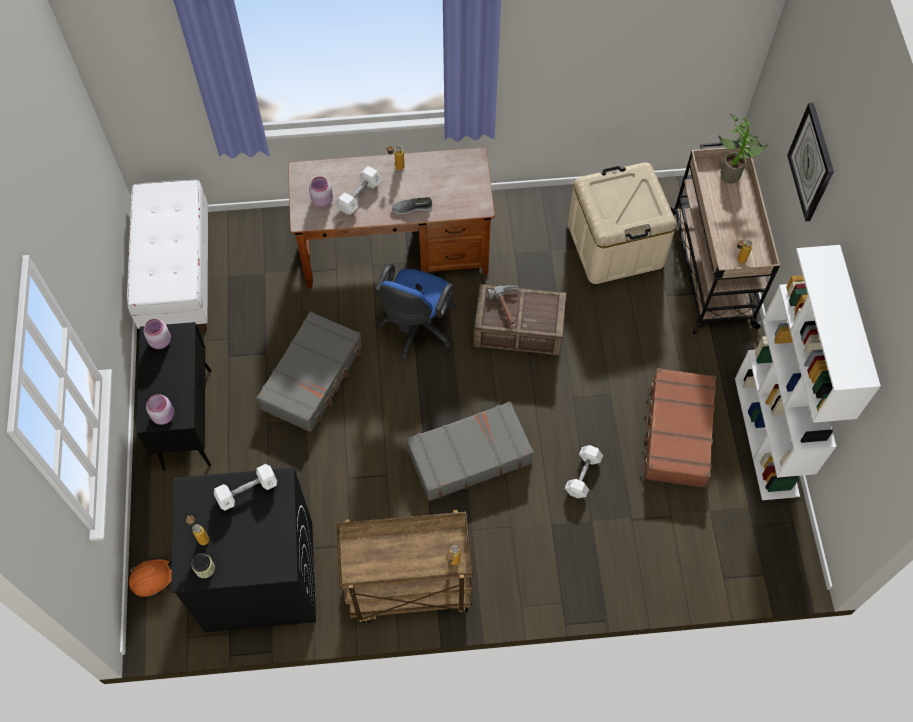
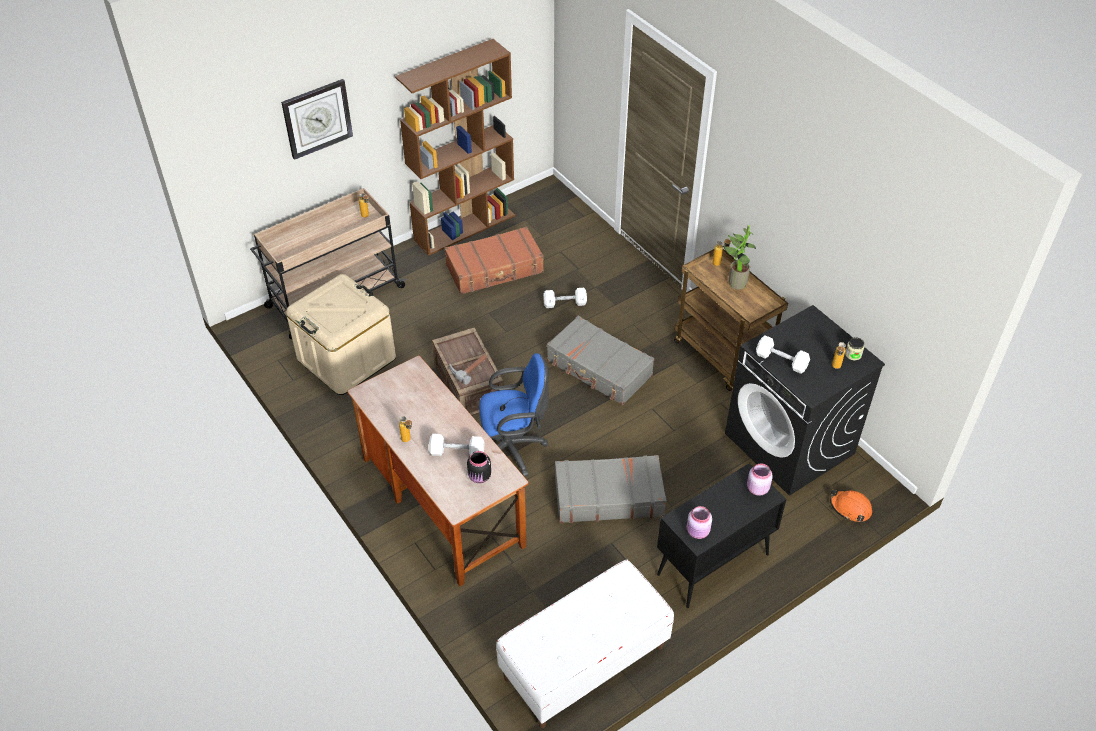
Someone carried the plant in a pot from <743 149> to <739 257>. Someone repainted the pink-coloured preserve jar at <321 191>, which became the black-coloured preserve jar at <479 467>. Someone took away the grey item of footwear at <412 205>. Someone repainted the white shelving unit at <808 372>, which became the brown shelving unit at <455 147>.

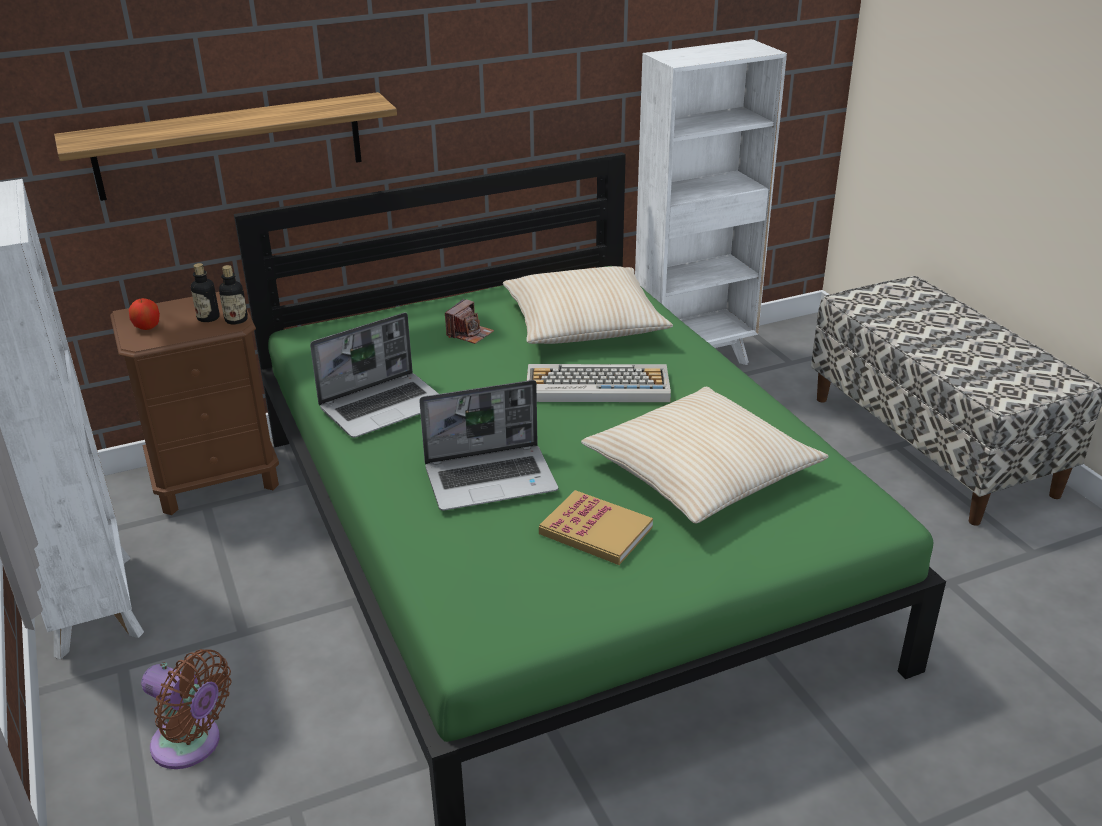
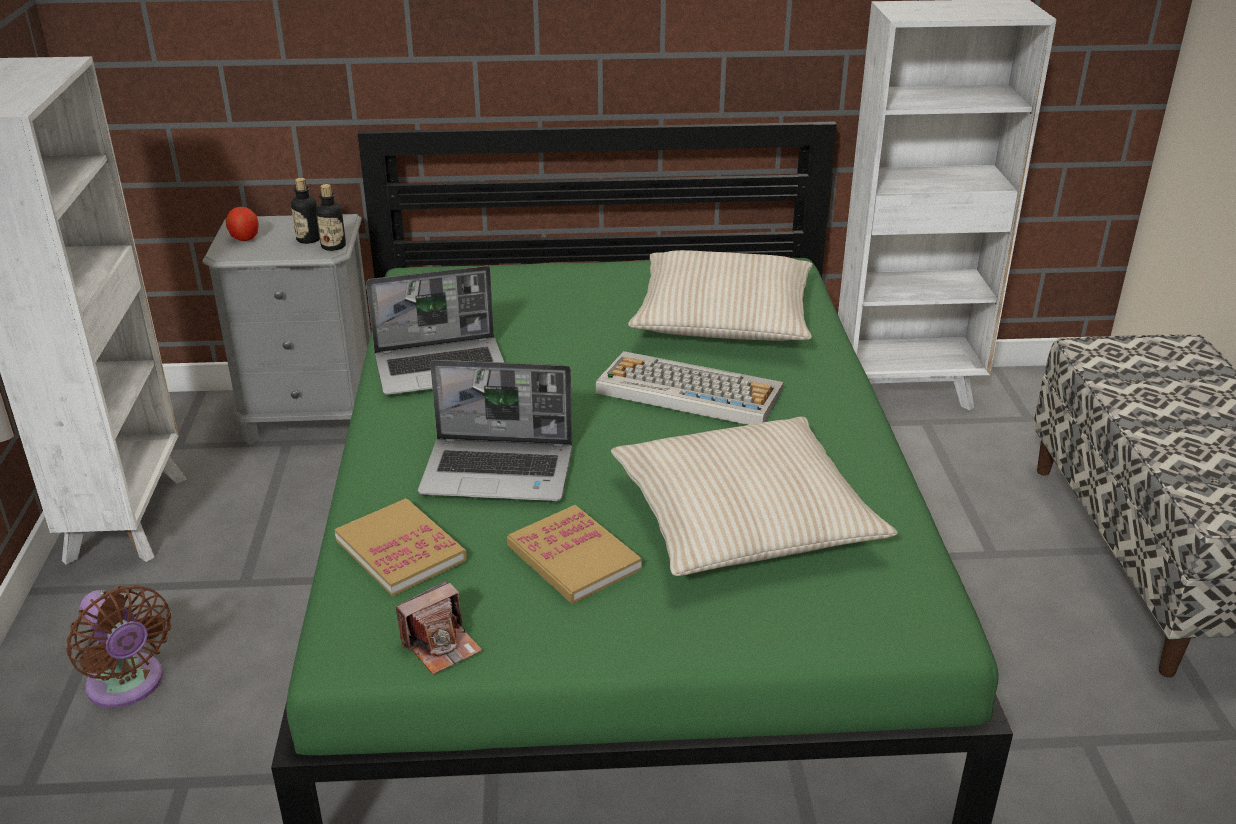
Someone took away the wall shelf at <225 146>. Someone repainted the brown night table at <194 403>, which became the grey night table at <286 329>. Someone carried the photo camera from <469 321> to <439 627>. Someone put down the bound book at <400 547>.

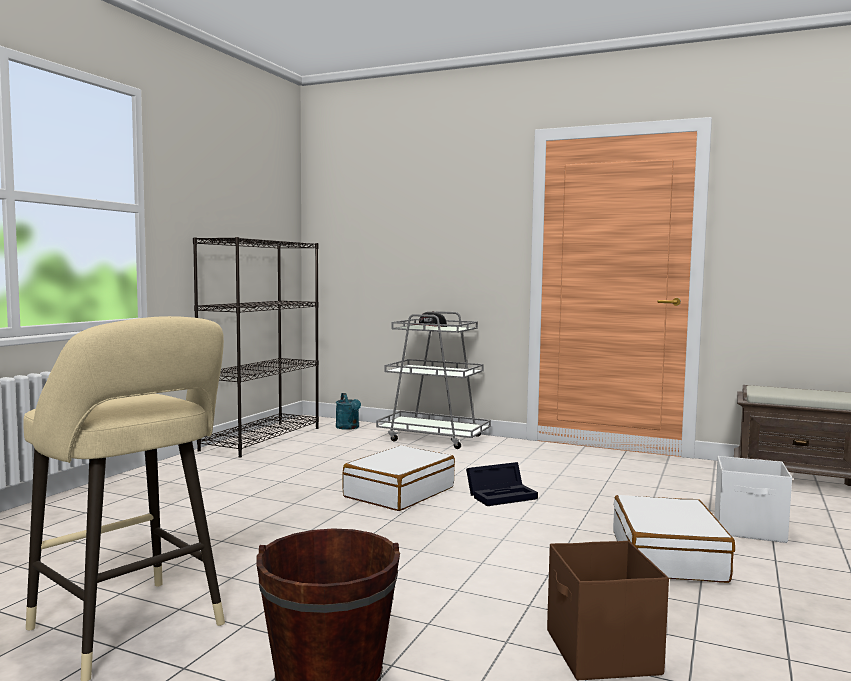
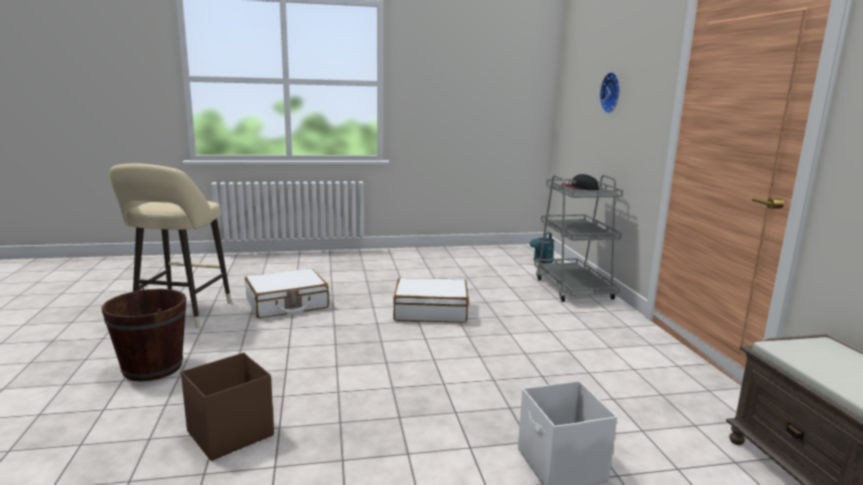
Someone took away the black-coloured shelving unit at <256 347>. Someone took away the black-coloured storage box at <502 484>. Someone carried the white piece of luggage from <674 539> to <287 293>. Someone put up the hanging clock at <610 92>.

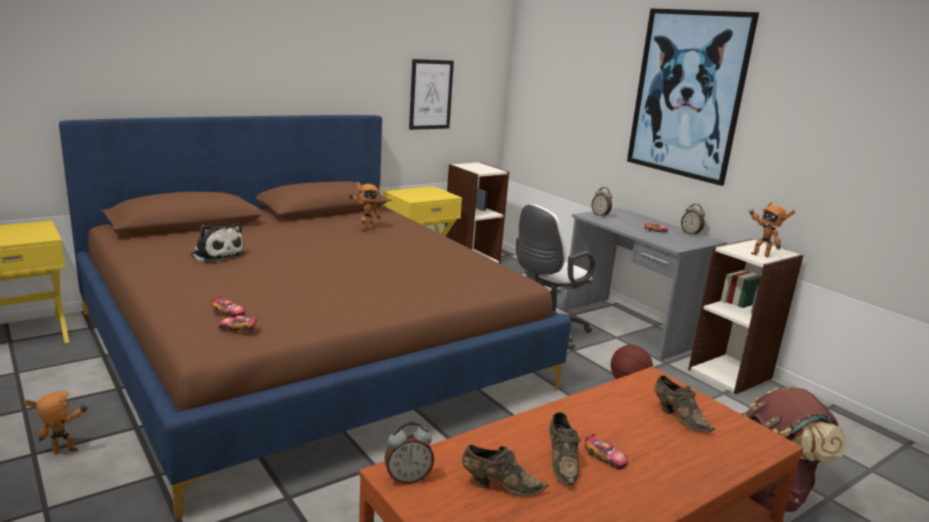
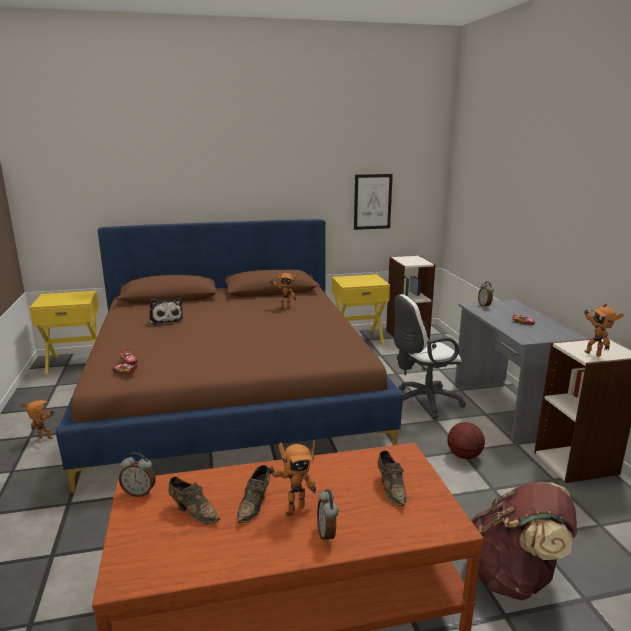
Someone took away the wall art at <693 97>. Someone carried the table clock from <693 220> to <328 516>. Someone swapped the miniature car at <606 451> for the robot figure at <291 478>.

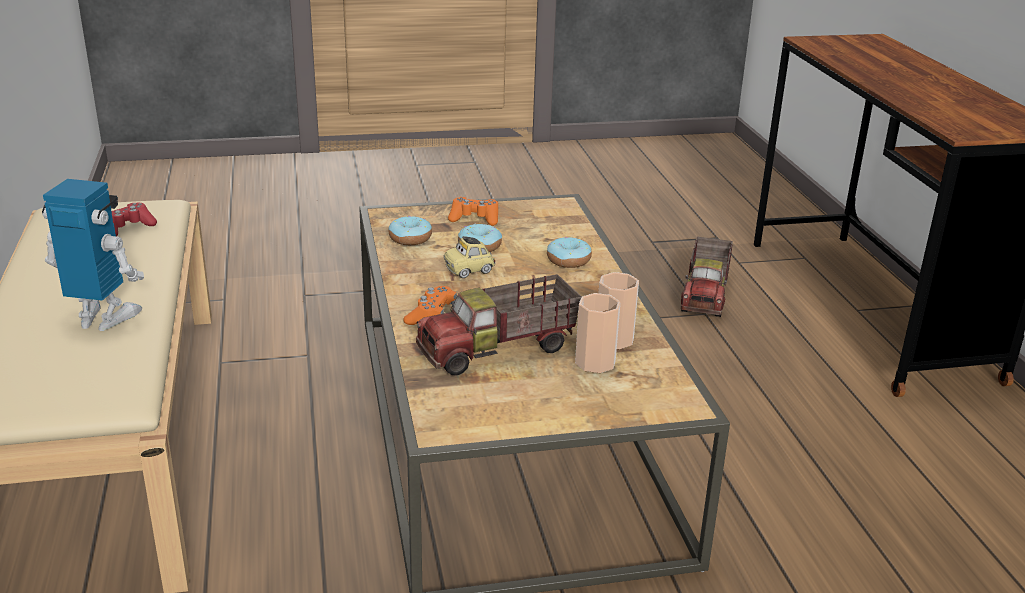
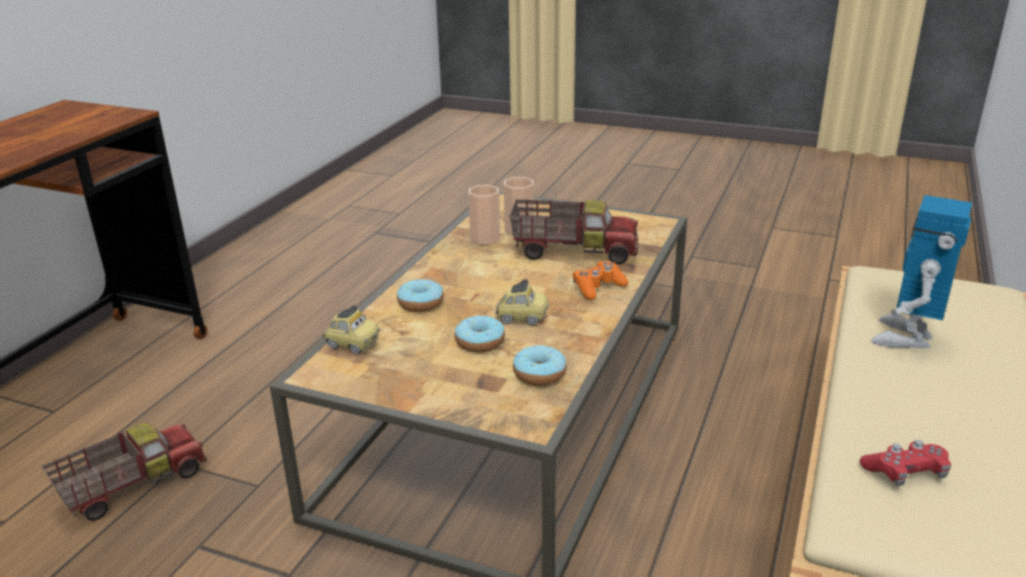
Someone rotated the robot figure at <93 255> by 75 degrees clockwise. Someone took away the orange-coloured joypad at <473 211>. Someone put down the miniature car at <351 329>.

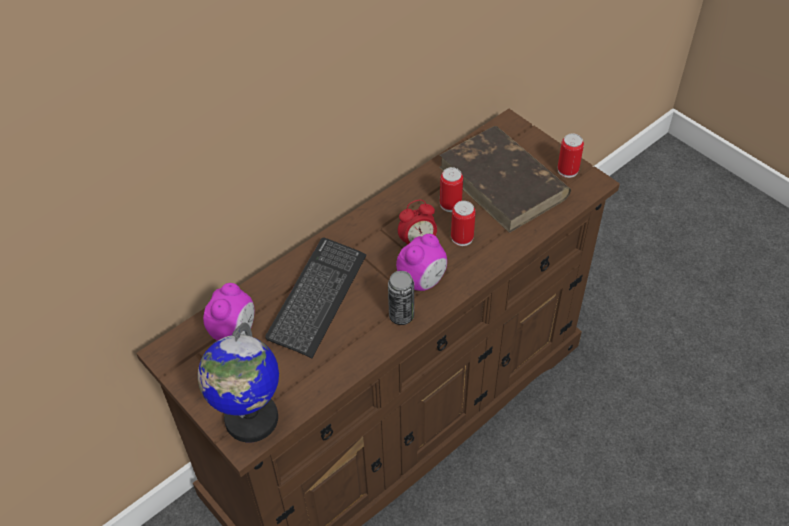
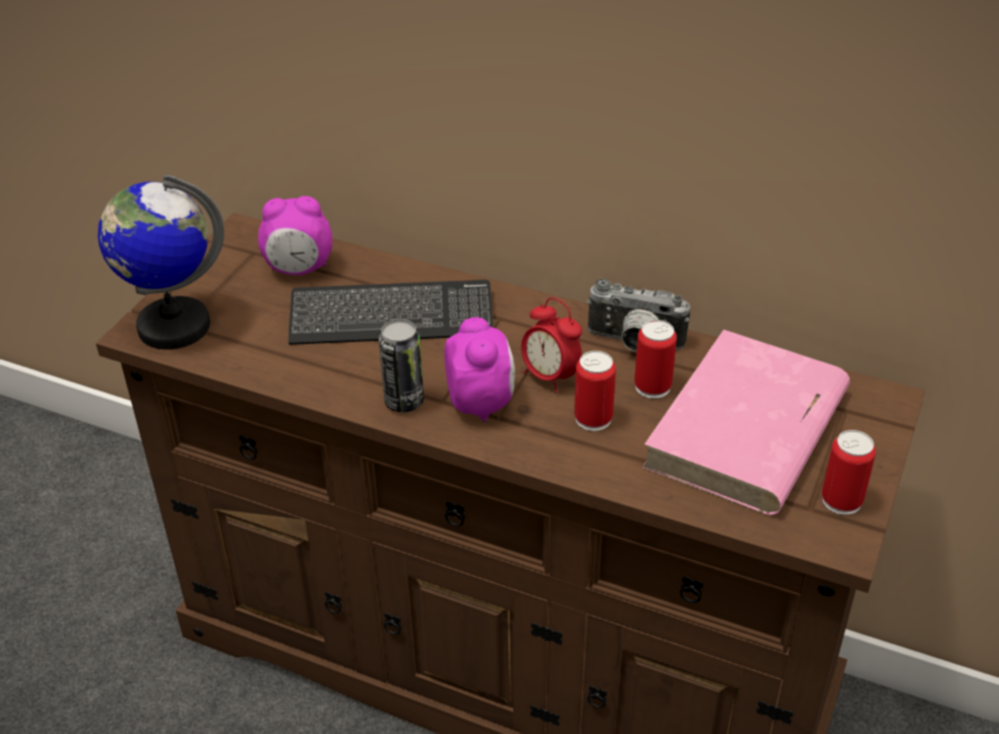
Someone repainted the brown bound book at <505 179>, which became the pink-coloured bound book at <746 422>. Someone rotated the table clock at <421 262> by 120 degrees counterclockwise. Someone put down the photo camera at <638 315>.

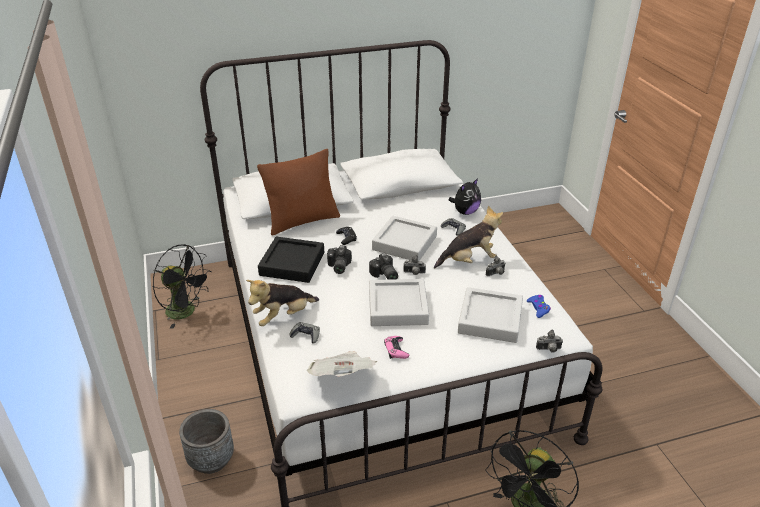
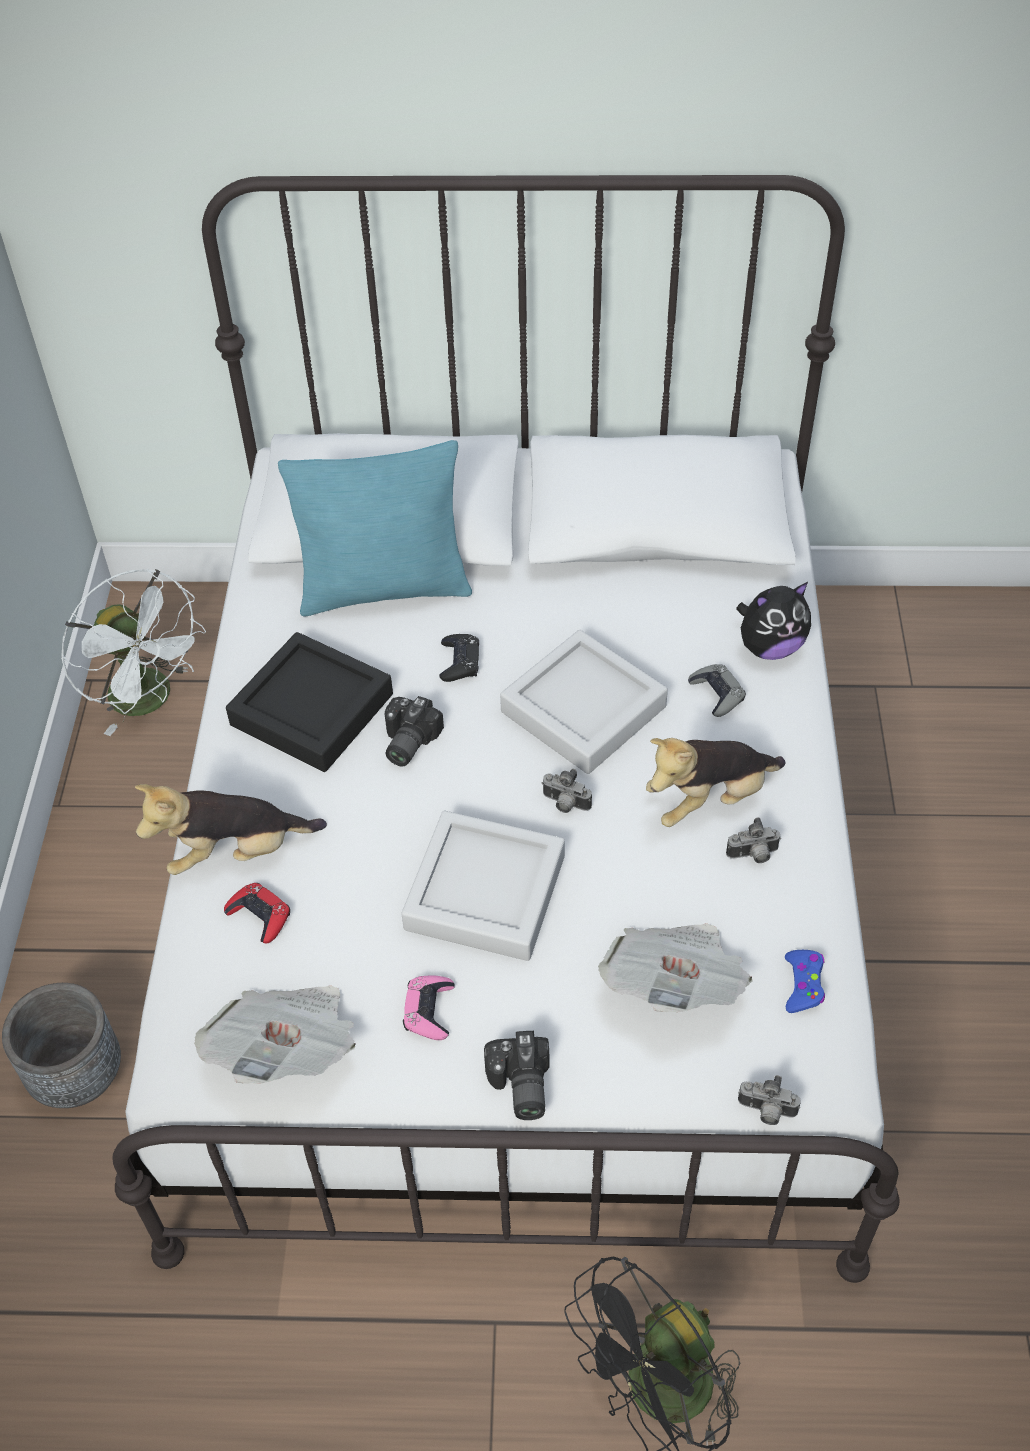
Someone repainted the brown throw pillow at <298 192>, which became the blue-green throw pillow at <375 528>. Someone rotated the cuddly toy at <468 237> by 150 degrees clockwise. Someone repainted the black-coloured cooling fan at <182 286>, which became the white cooling fan at <133 652>. Someone carried the photo camera from <383 266> to <517 1075>. Someone swapped the grey carrying tray at <490 315> for the newspaper at <675 967>. Someone repainted the grey joypad at <304 333>, which became the red-coloured joypad at <257 913>.

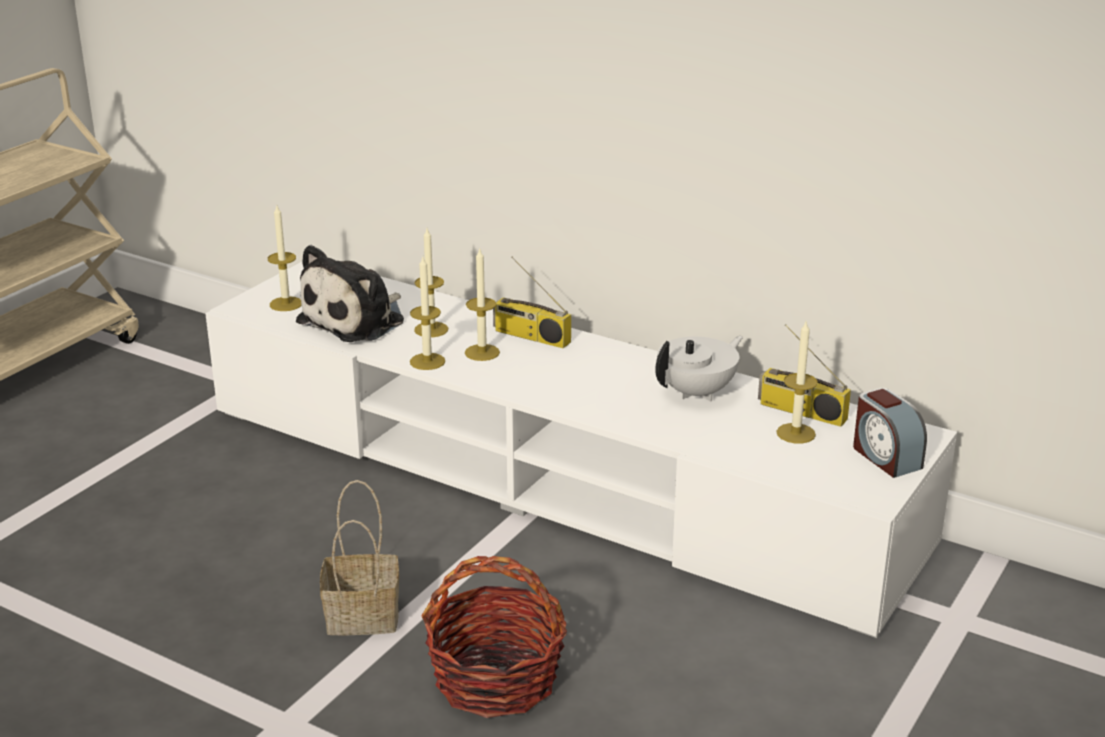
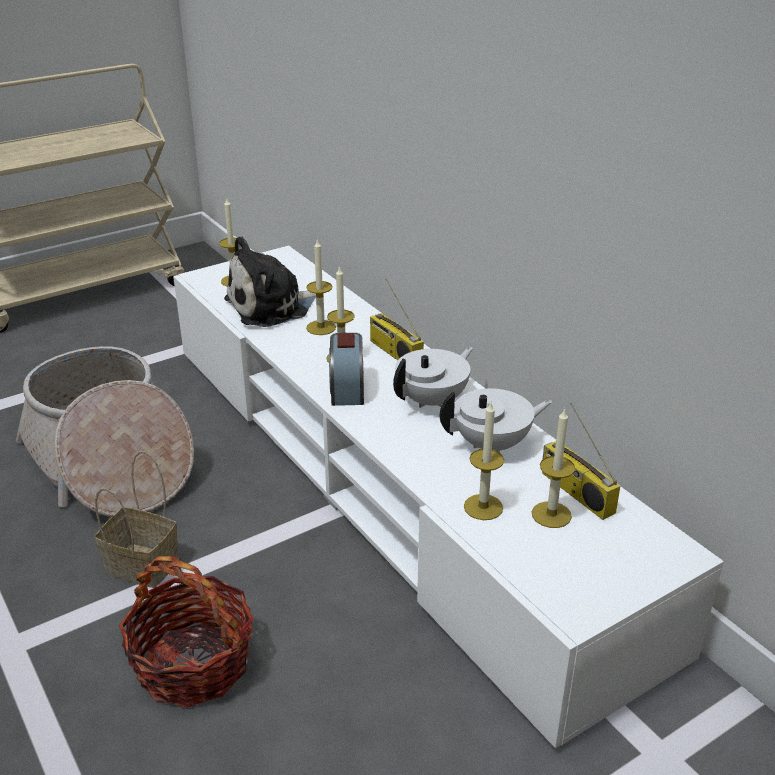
Someone carried the wax light from <427 313> to <484 461>. Someone carried the table clock from <890 433> to <346 369>. Someone put down the basket at <105 431>. Someone put down the white teapot at <433 377>.

